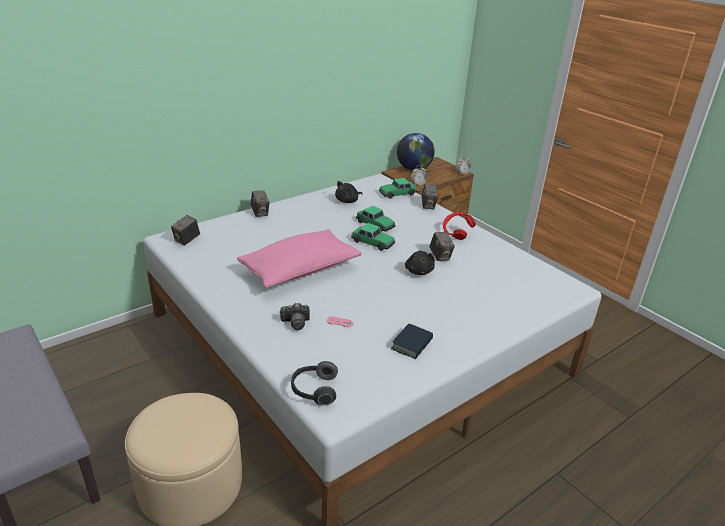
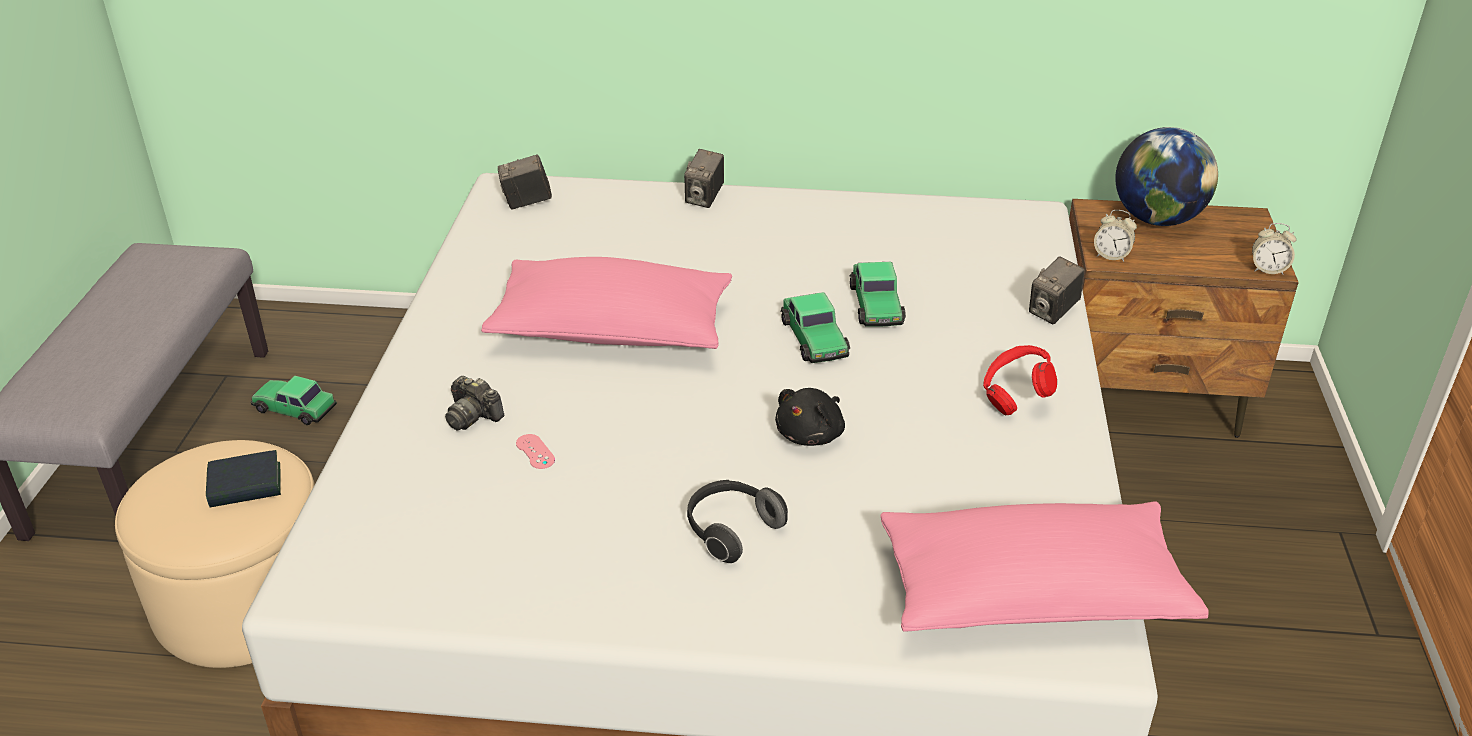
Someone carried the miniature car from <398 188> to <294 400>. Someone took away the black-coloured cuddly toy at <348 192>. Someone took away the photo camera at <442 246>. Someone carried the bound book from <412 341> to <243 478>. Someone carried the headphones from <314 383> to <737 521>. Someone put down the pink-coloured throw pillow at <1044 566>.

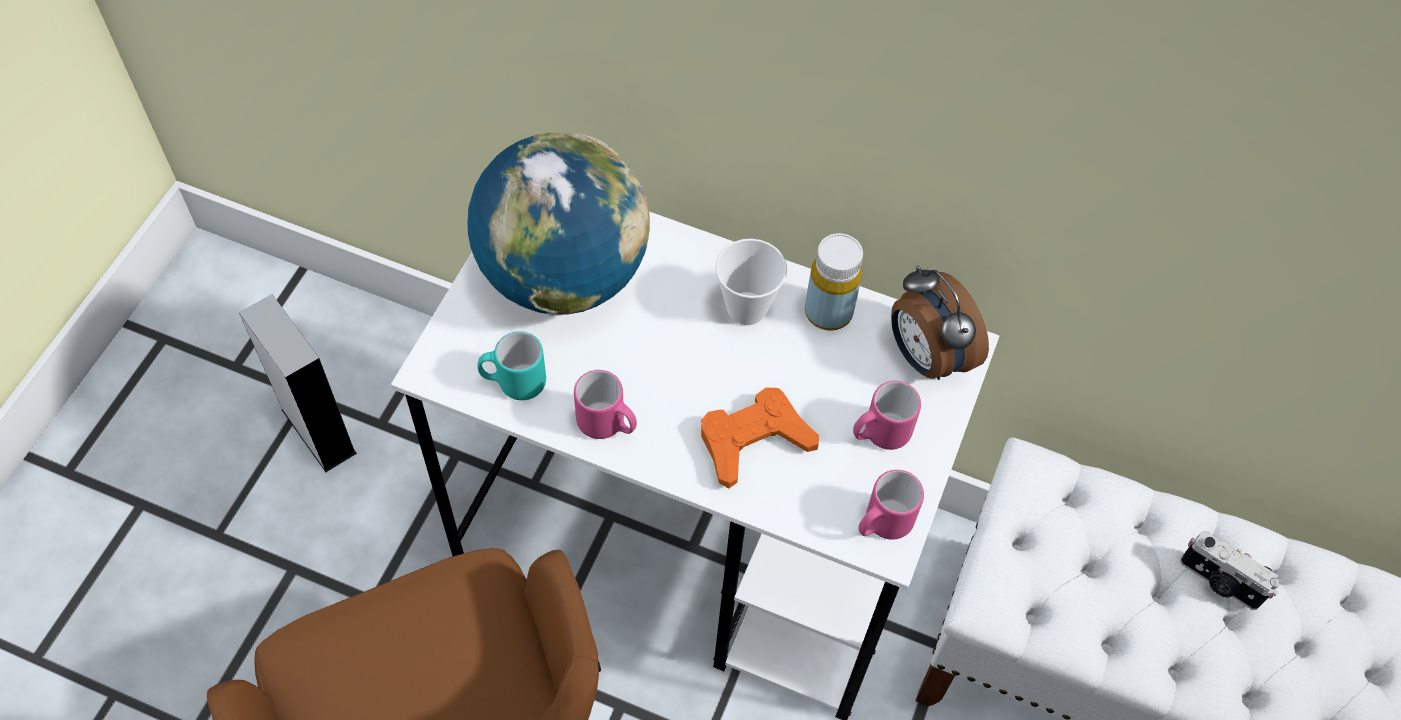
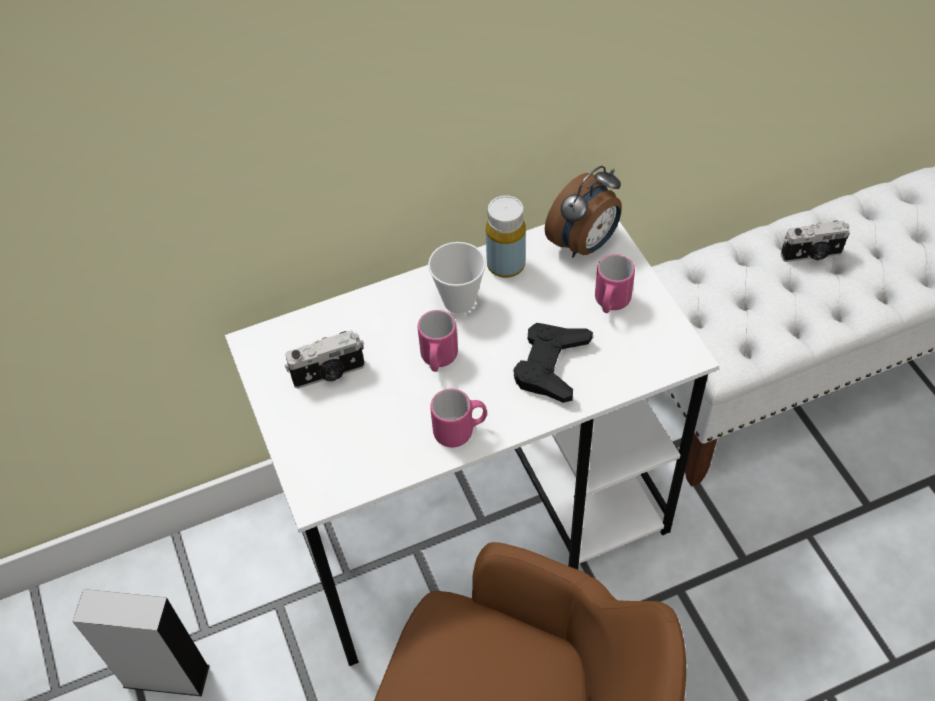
Someone swapped the globe at <559 224> for the photo camera at <325 359>. Someone rotated the table clock at <940 323> by 60 degrees counterclockwise. Someone took away the blue-green tea mug at <511 365>. Someone repainted the orange-coloured joypad at <760 438>, which became the black-coloured joypad at <553 363>. Someone carried the pink-coloured tea mug from <891 505> to <438 341>.

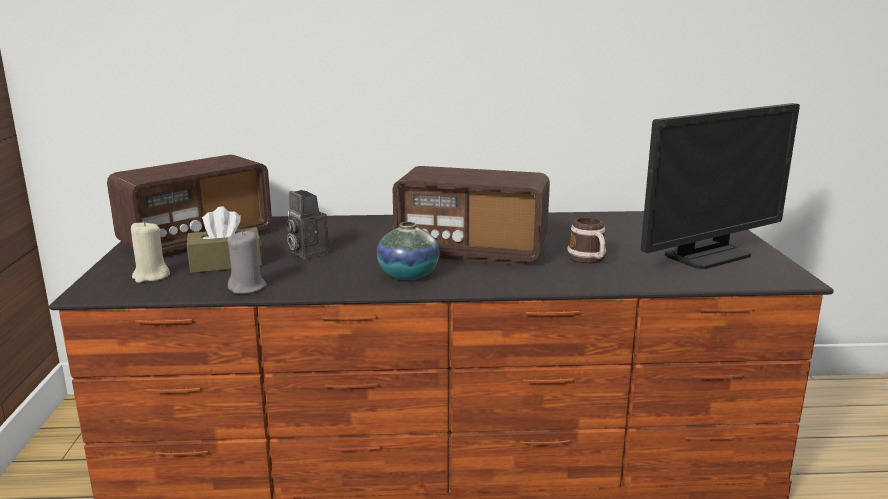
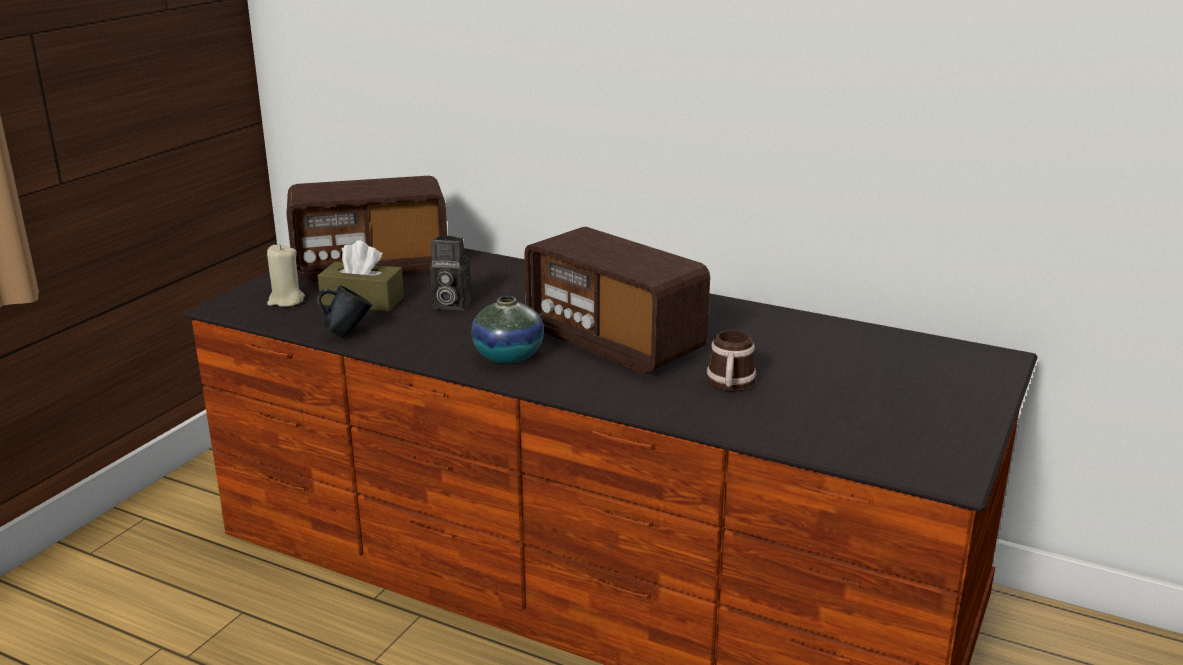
Someone took away the computer display at <720 186>. Someone rotated the photo camera at <307 224> by 75 degrees counterclockwise. Someone swapped the grey wax light at <247 262> for the blue-coloured tea mug at <344 311>.

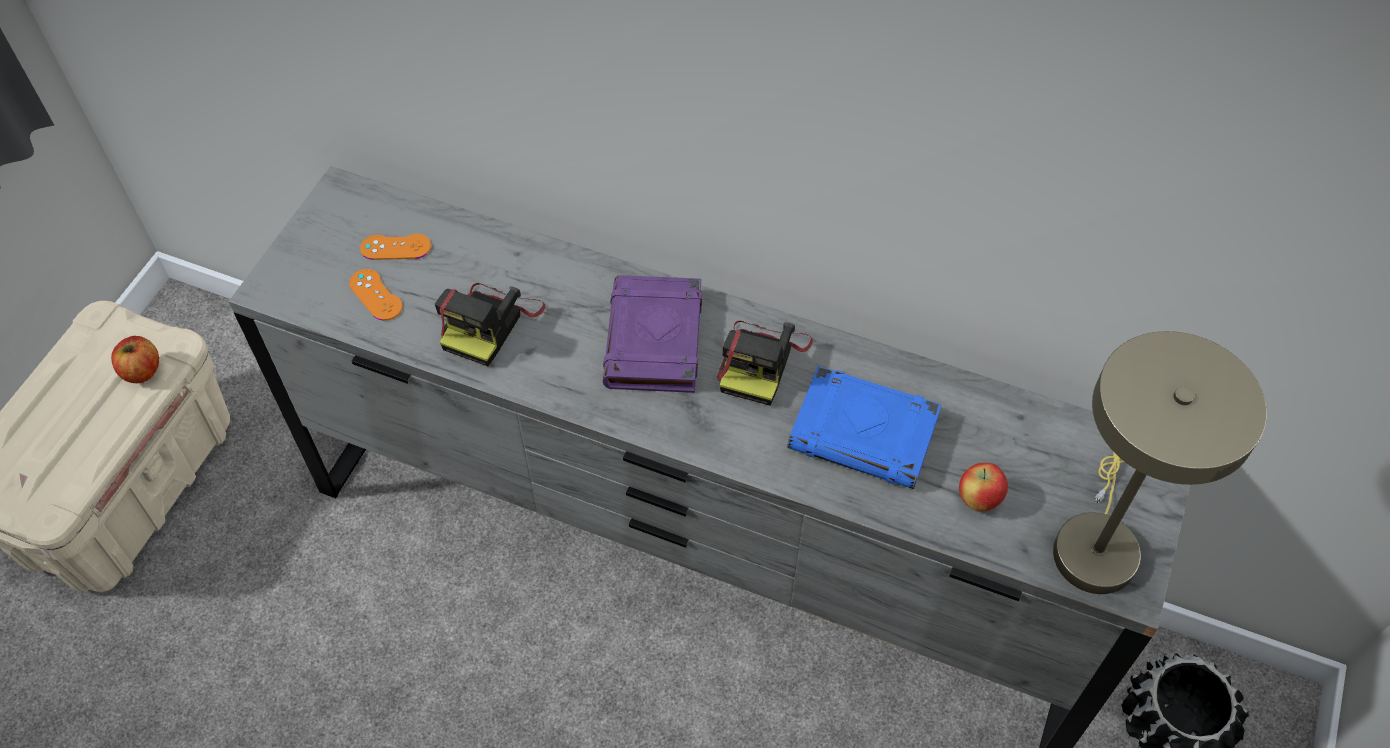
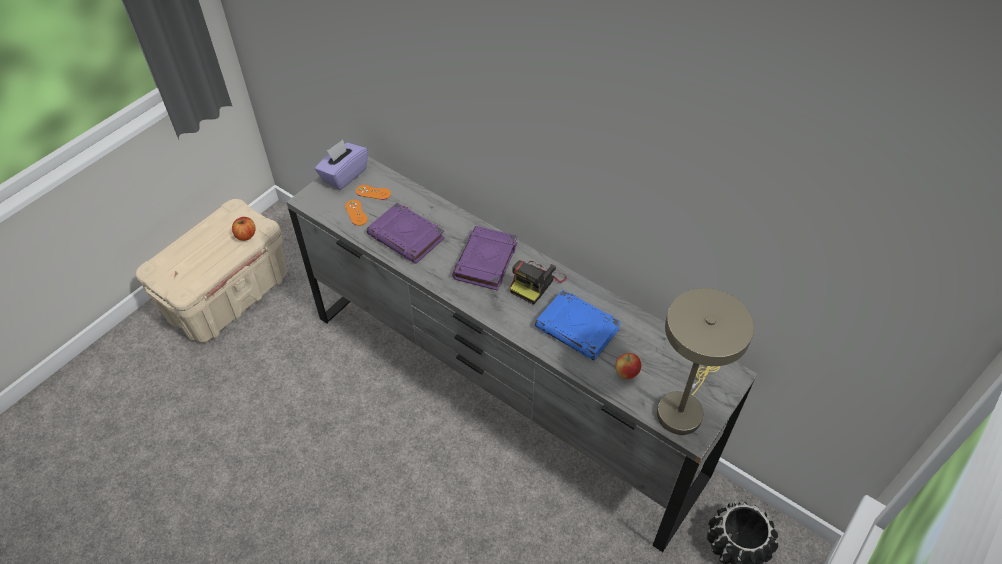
Someone swapped the photo camera at <490 324> for the purple bound book at <406 233>. Someone put down the purple box of tissues at <341 164>.

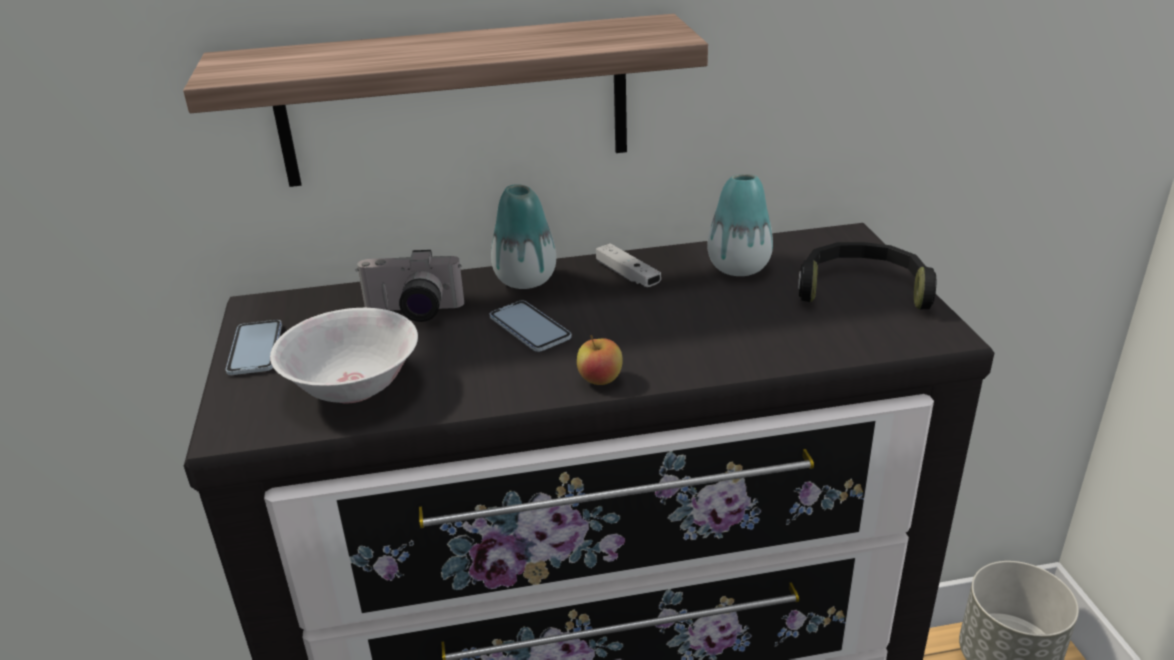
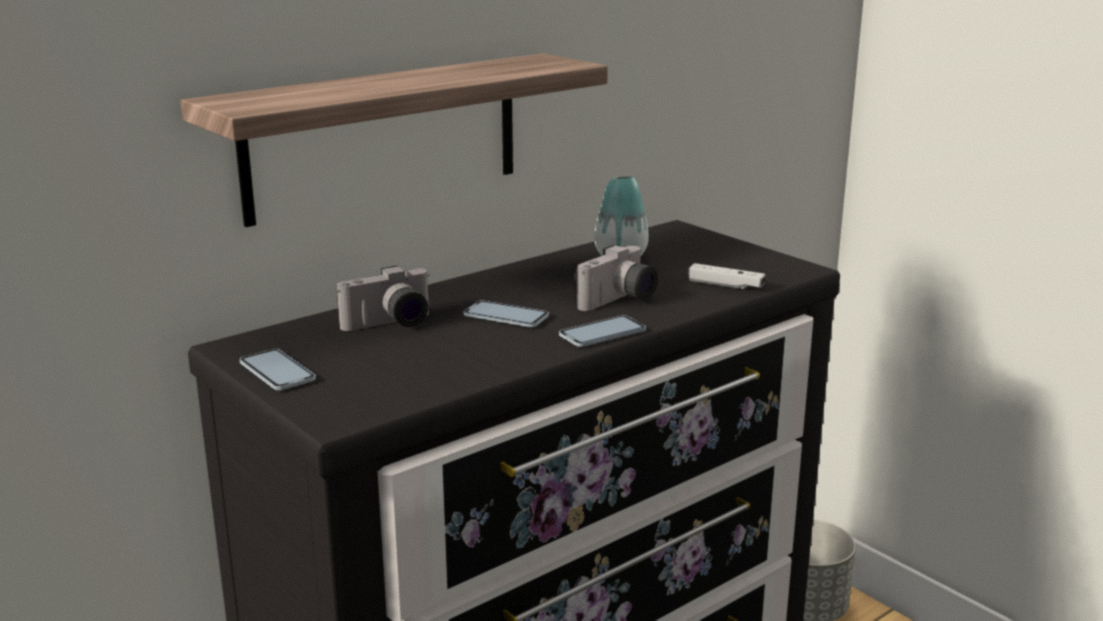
Someone took away the vase at <523 237>. Someone took away the black-coloured headphones at <867 276>. Someone carried the white joypad from <628 265> to <727 276>. Someone took away the white bowl at <344 355>. Someone swapped the apple at <600 360> for the telephone at <602 331>. Someone put down the photo camera at <616 278>.

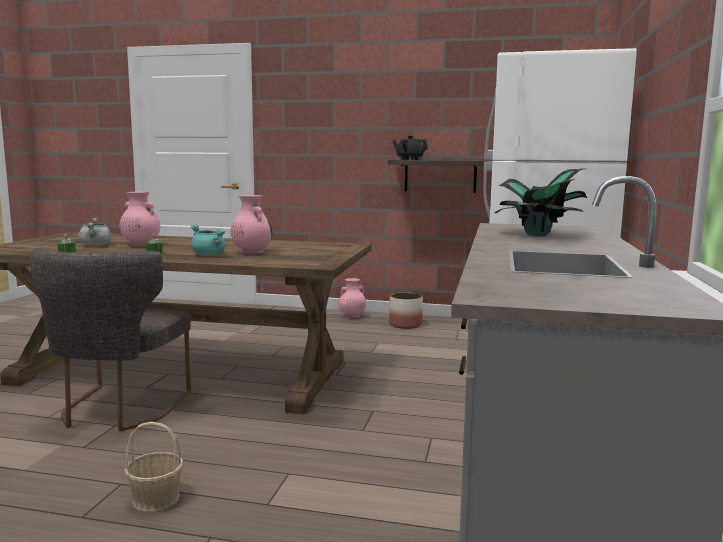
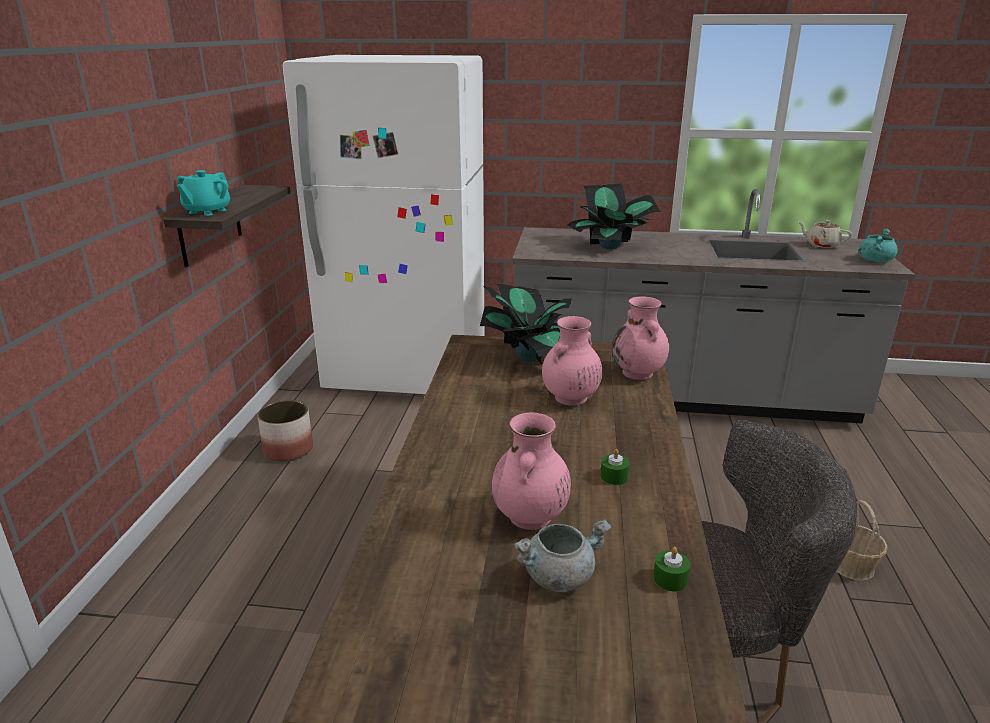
Someone repainted the black-coloured teapot at <410 148>, which became the blue-green teapot at <203 193>. Someone carried the blue-green saucepot from <208 240> to <878 245>. Someone carried the pink-coloured vase from <352 298> to <640 338>. Someone put down the sand-coloured teapot at <825 234>. Someone put down the plant in a pot at <526 323>.

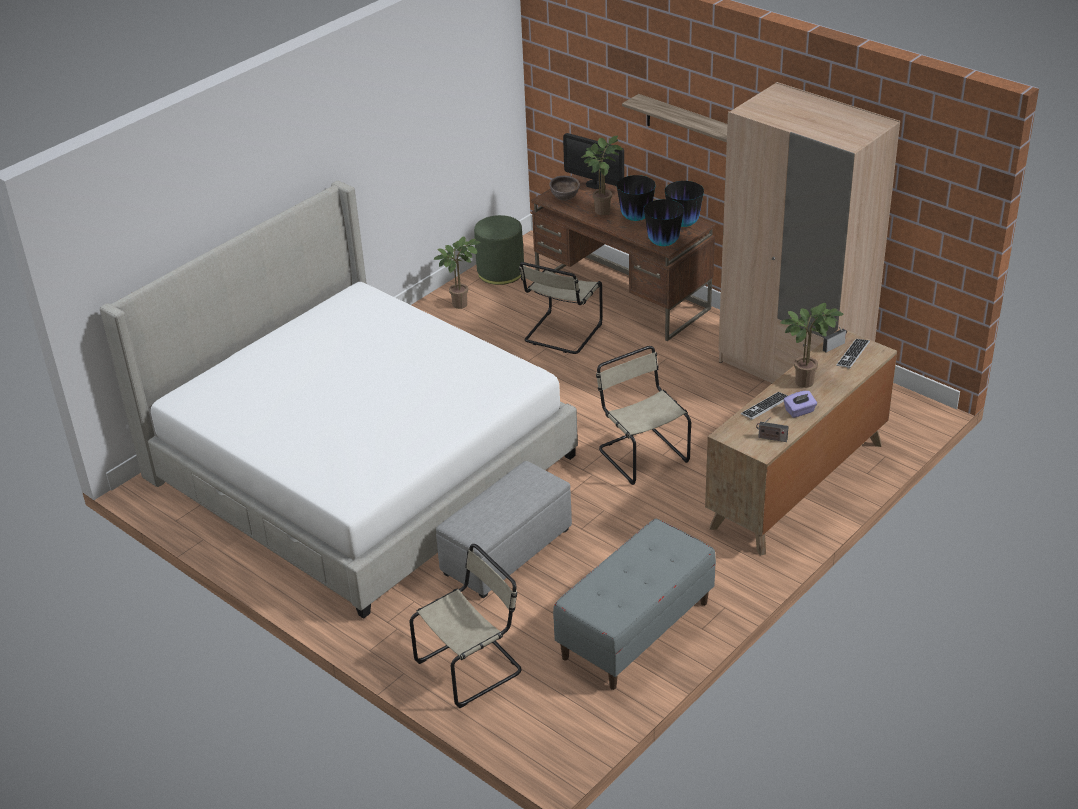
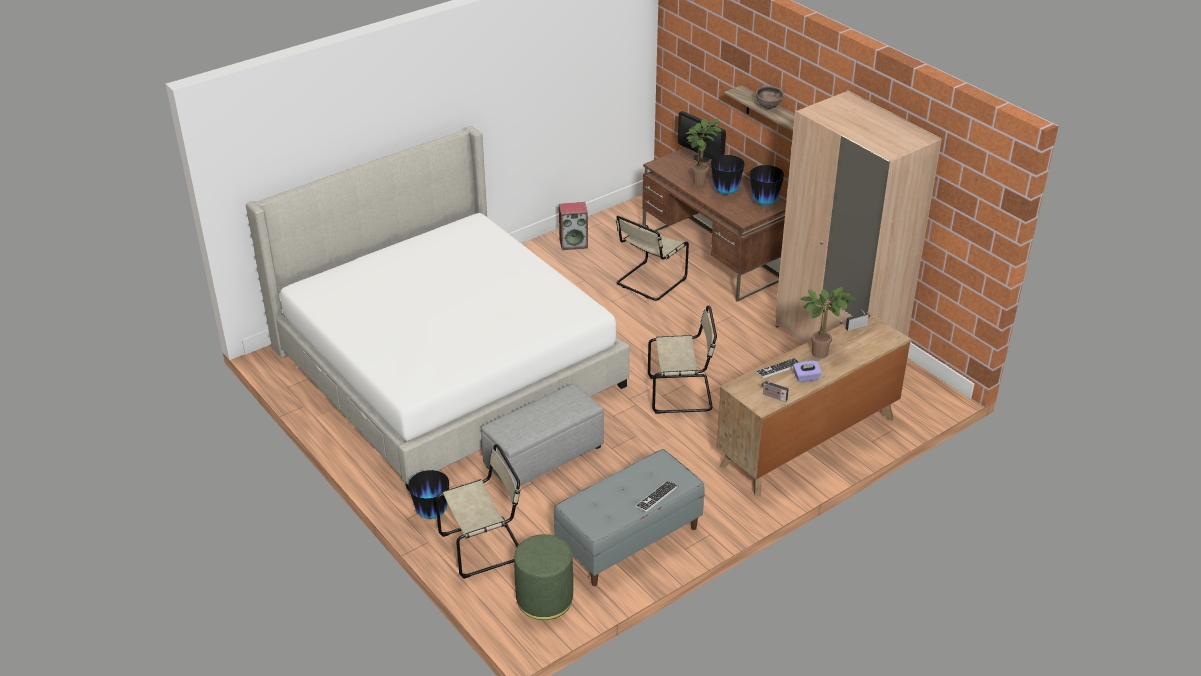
Someone carried the brown bowl from <564 188> to <770 97>. Someone carried the vase from <664 222> to <428 494>. Someone carried the green footrest from <499 250> to <543 577>. Someone swapped the plant in a pot at <457 272> for the speaker at <573 226>. Someone carried the keyboard from <853 354> to <656 496>. Someone rotated the sand-coloured plain chair at <643 415> by 105 degrees clockwise.

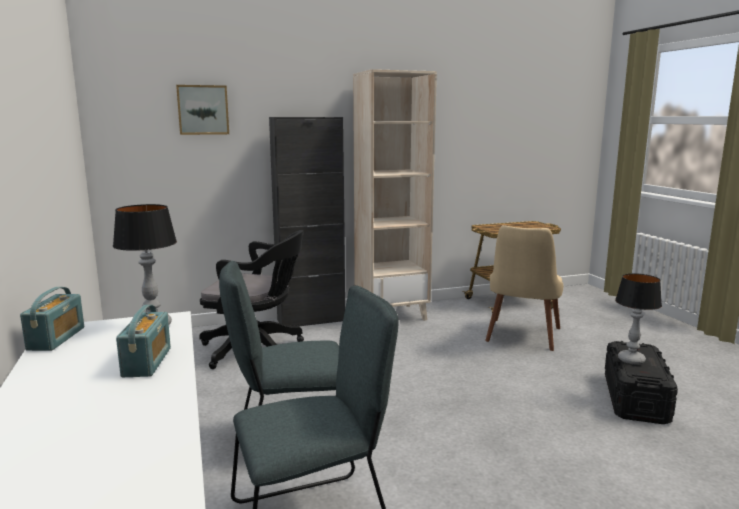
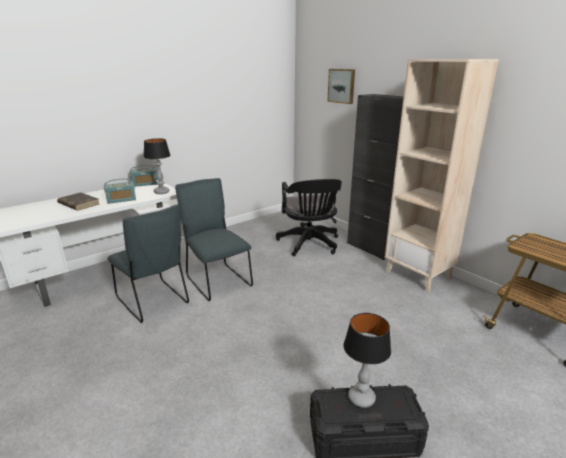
Someone took away the sand-coloured plain chair at <524 288>. Someone put down the brown bound book at <78 201>.

